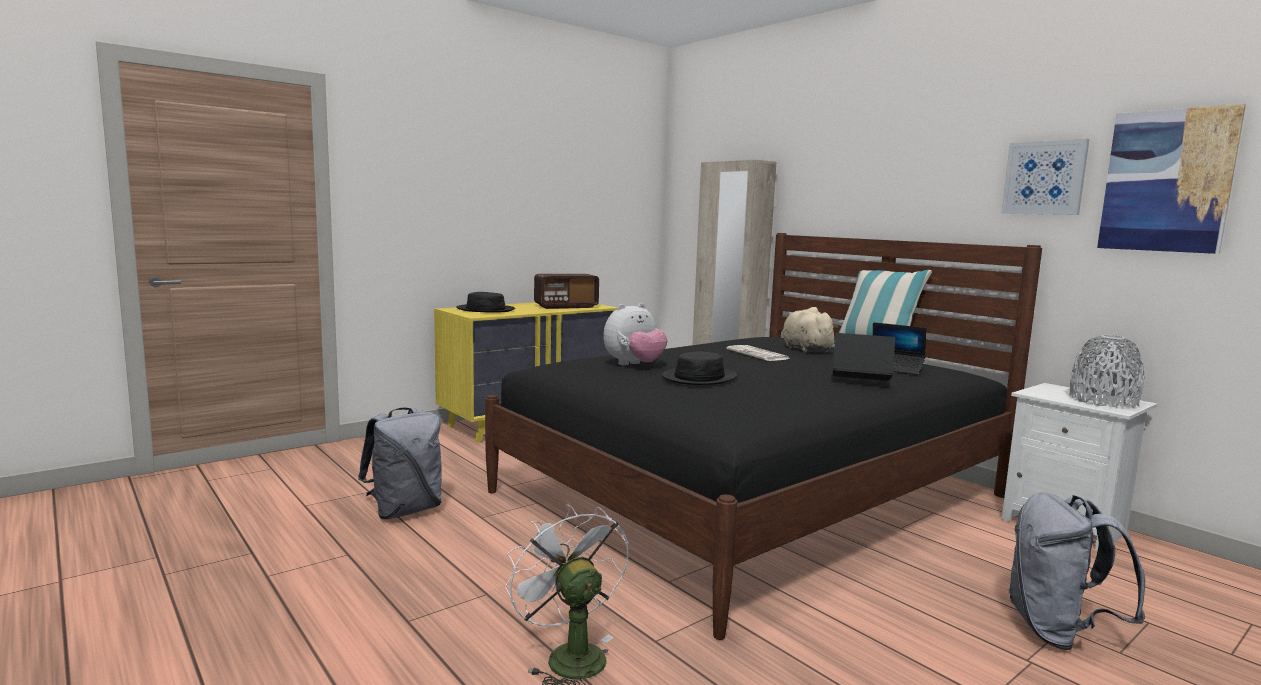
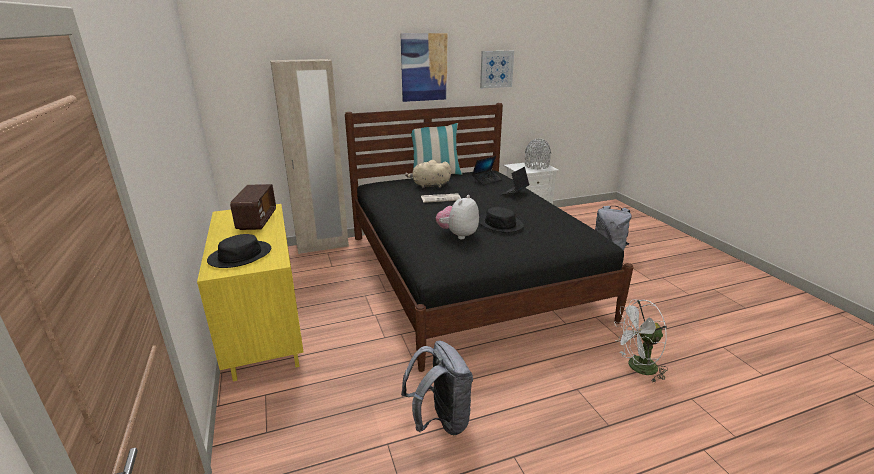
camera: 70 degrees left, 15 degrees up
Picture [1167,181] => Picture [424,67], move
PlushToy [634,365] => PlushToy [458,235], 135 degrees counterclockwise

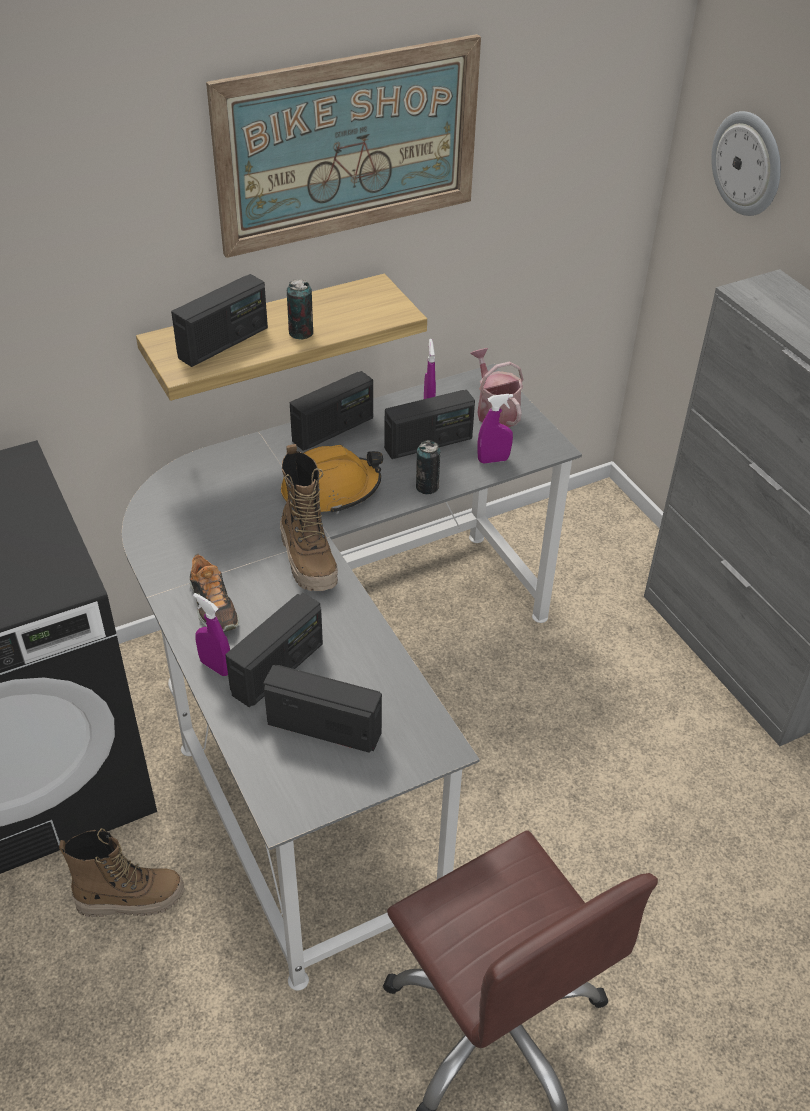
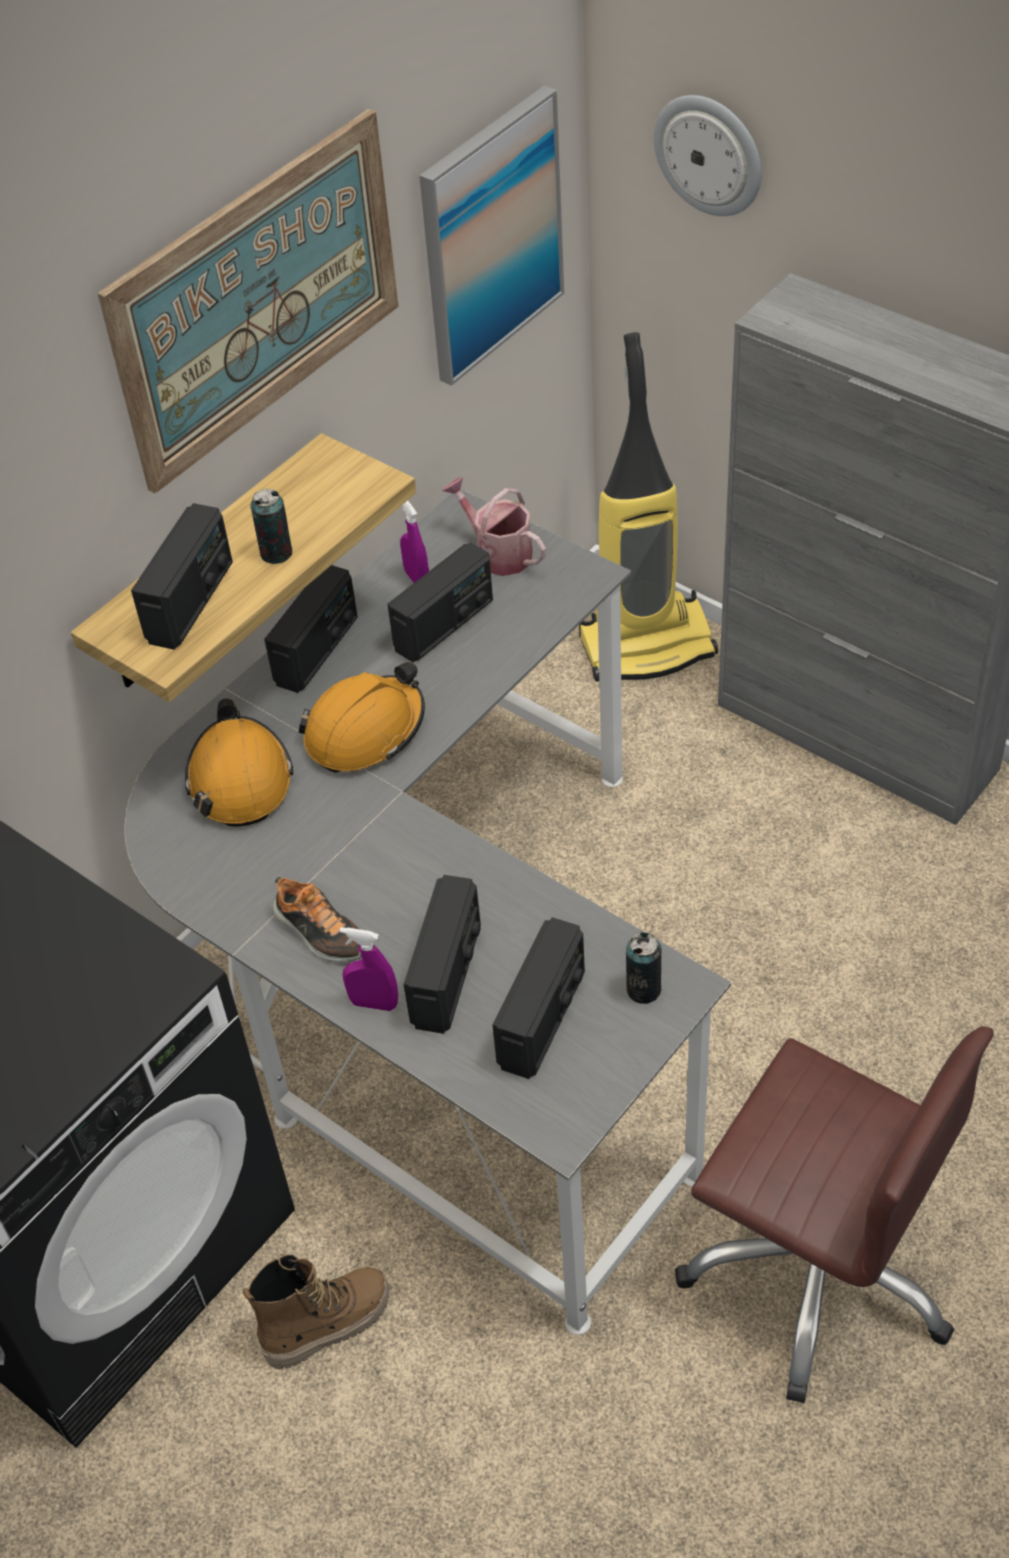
camera: 20 degrees left, 5 degrees up
nothing => OrangeHardHat [239,779]
nothing => Picture [490,236]
Radio [324,726] => Radio [542,1019], 120 degrees clockwise
nothing => VacuumCleaner [647,644]
Can [427,487] => Can [643,989], move
Boot [309,559] => nothing
PurpleSprayBottle [493,460] => nothing

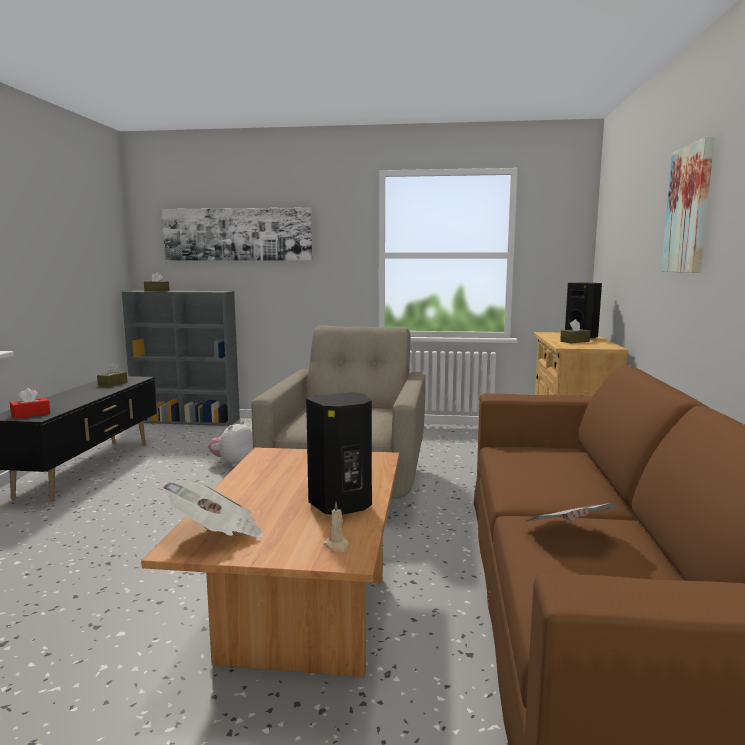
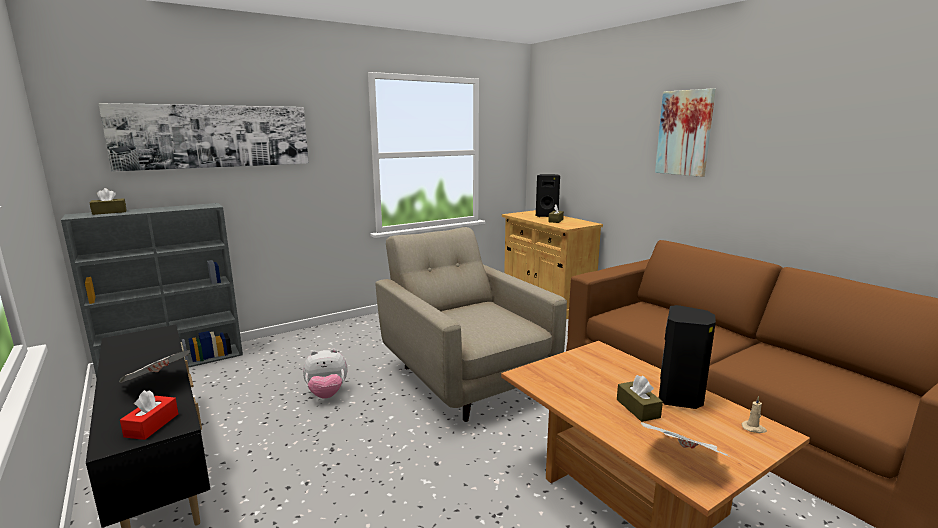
camera: 40 degrees left, 5 degrees up
Newspaper [567,535] => Newspaper [158,382], move
PlushToy [233,463] => PlushToy [327,394], 90 degrees counterclockwise
BrownTissueBox [112,384] => BrownTissueBox [638,408], move

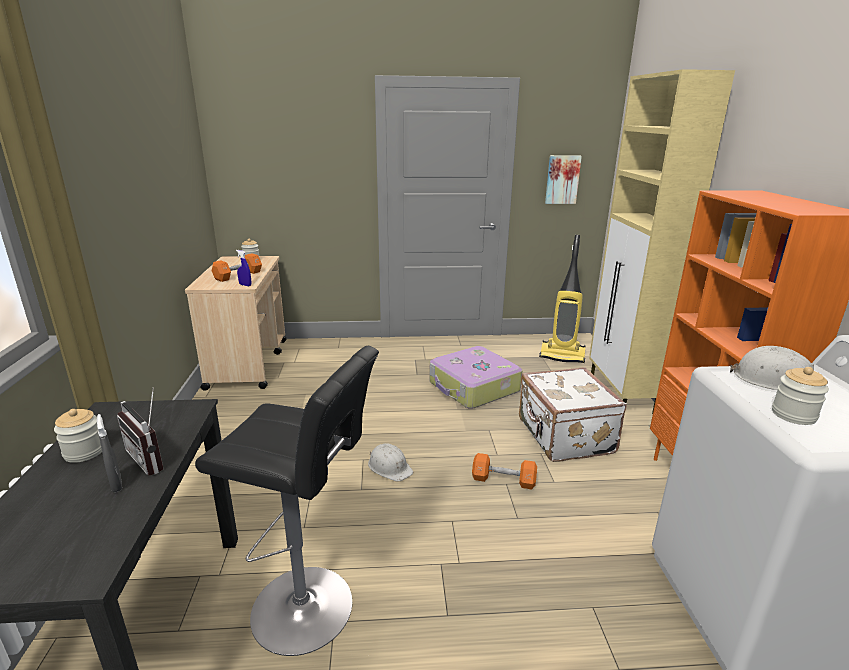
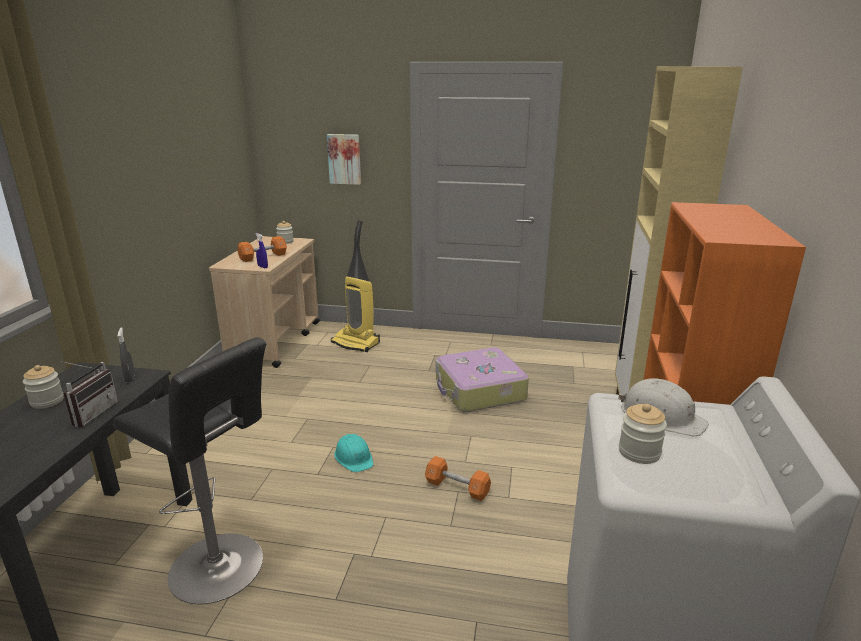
camera: 15 degrees right, 0 degrees up
Radio [153,458] => Radio [91,413], 135 degrees counterclockwise
GreySprayBottle [116,484] => GreySprayBottle [130,378], move
Picture [562,179] => Picture [344,159], move
VacuumCleaner [562,355] => VacuumCleaner [356,343], move
WhiteHardHat [389,467] => TurquoiseHardHat [354,457]
WhiteSuitcase [563,437] => nothing

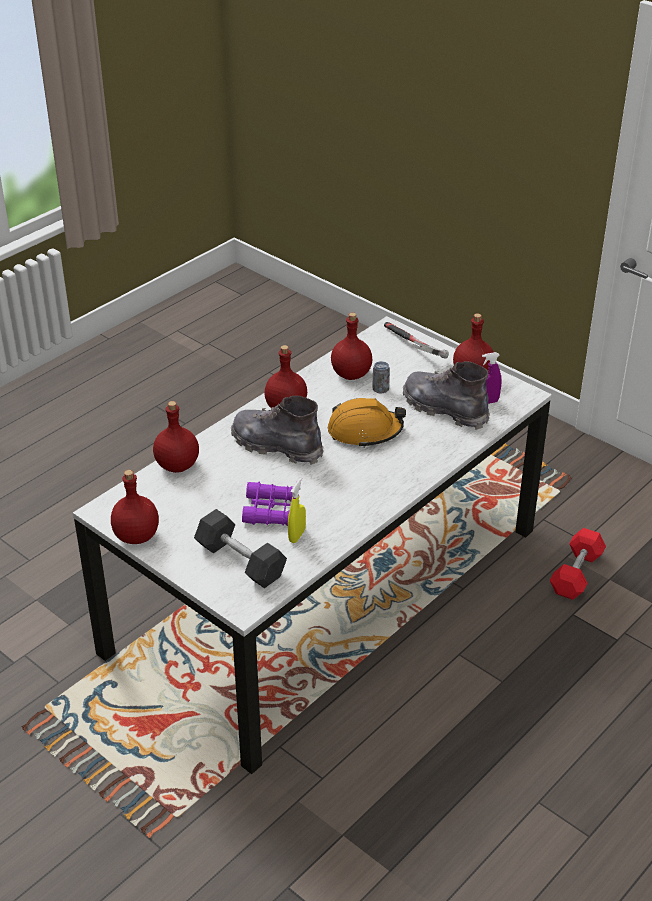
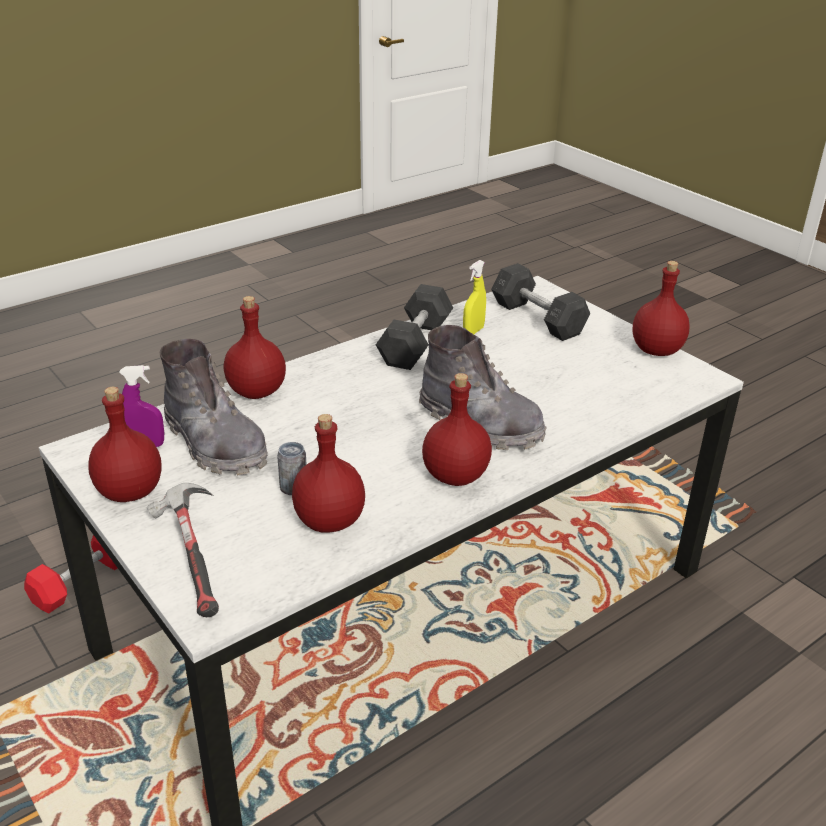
camera: 170 degrees left, 5 degrees down
RedBottle [178,466] => RedBottle [256,391], move
nothing => GreyDumbbell [415,343]
PurpleBinoculars [268,510] => nothing
OrangeHardHat [364,431] => nothing

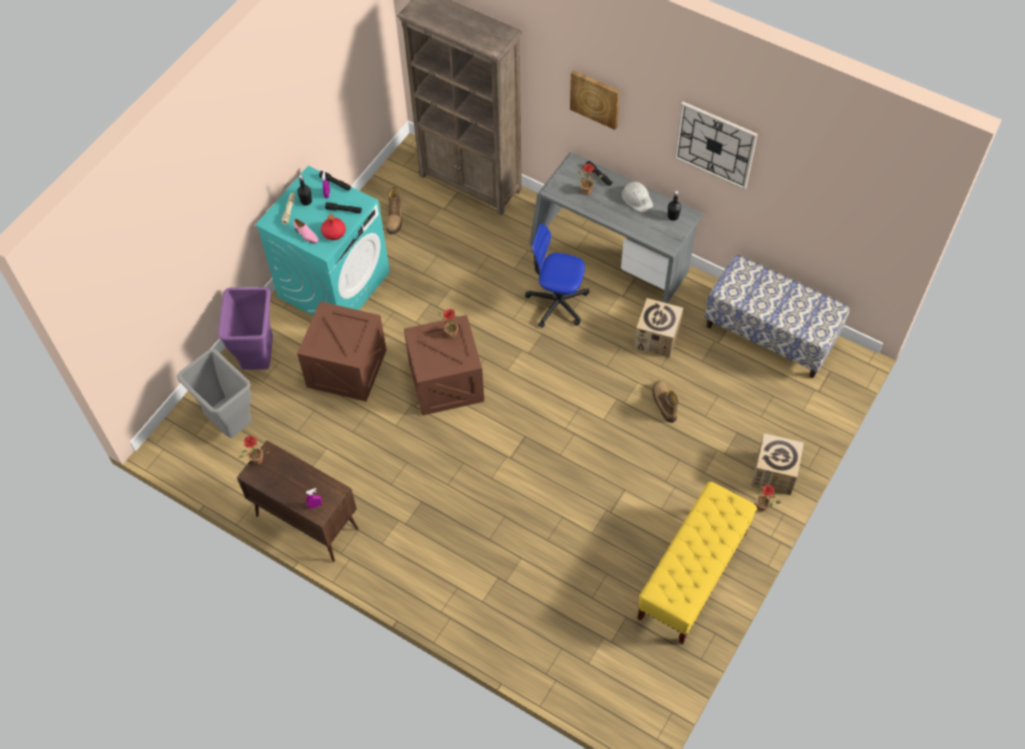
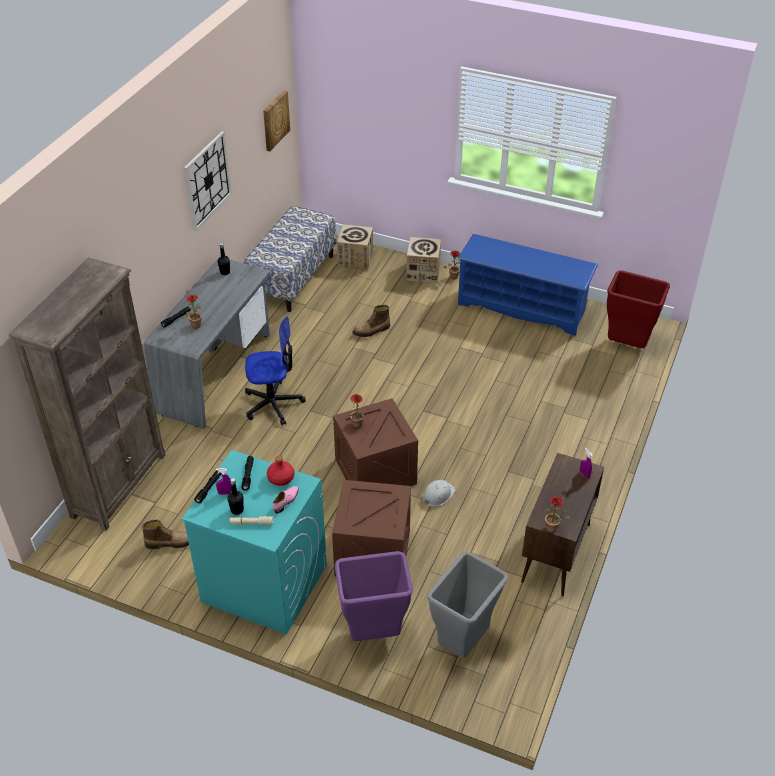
camera: 100 degrees left, 15 degrees down
OfficeChair [557,303] => OfficeChair [273,404], 105 degrees counterclockwise
Picture [595,98] => Picture [275,120], move
CardboardBox [657,338] => CardboardBox [355,259], move
WhiteHardHat [637,198] => WhiteHardHat [438,495], move
YellowBench [692,575] => BlueShoeRack [522,307]
nothing => RedTrashCan [627,345]

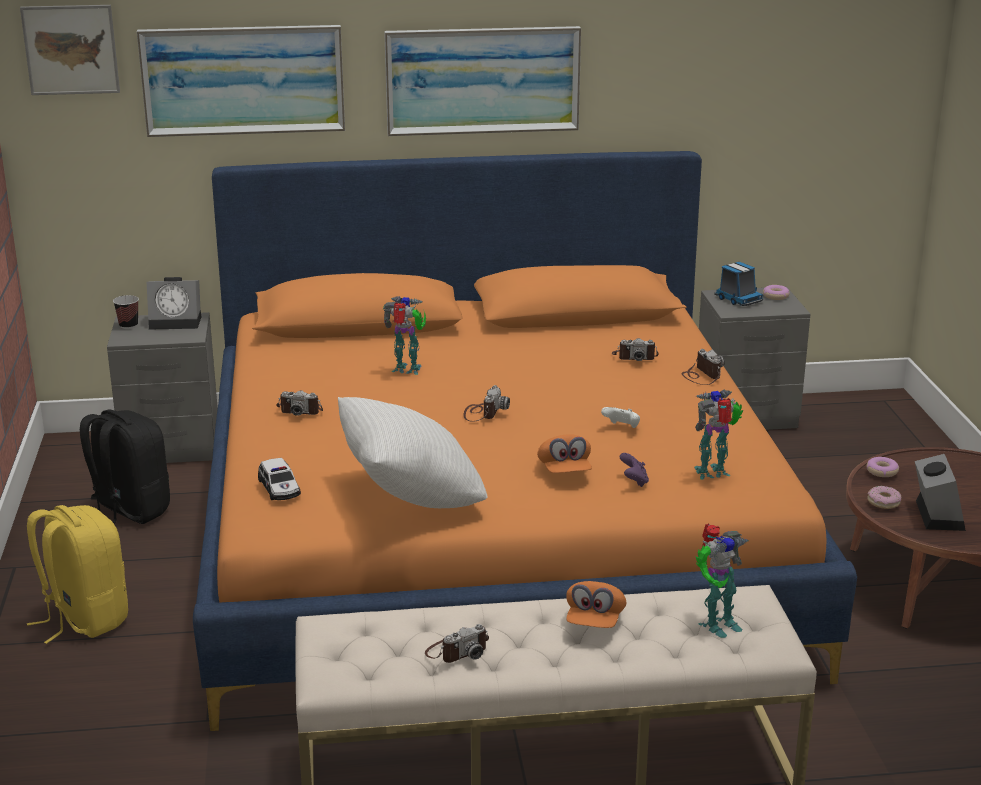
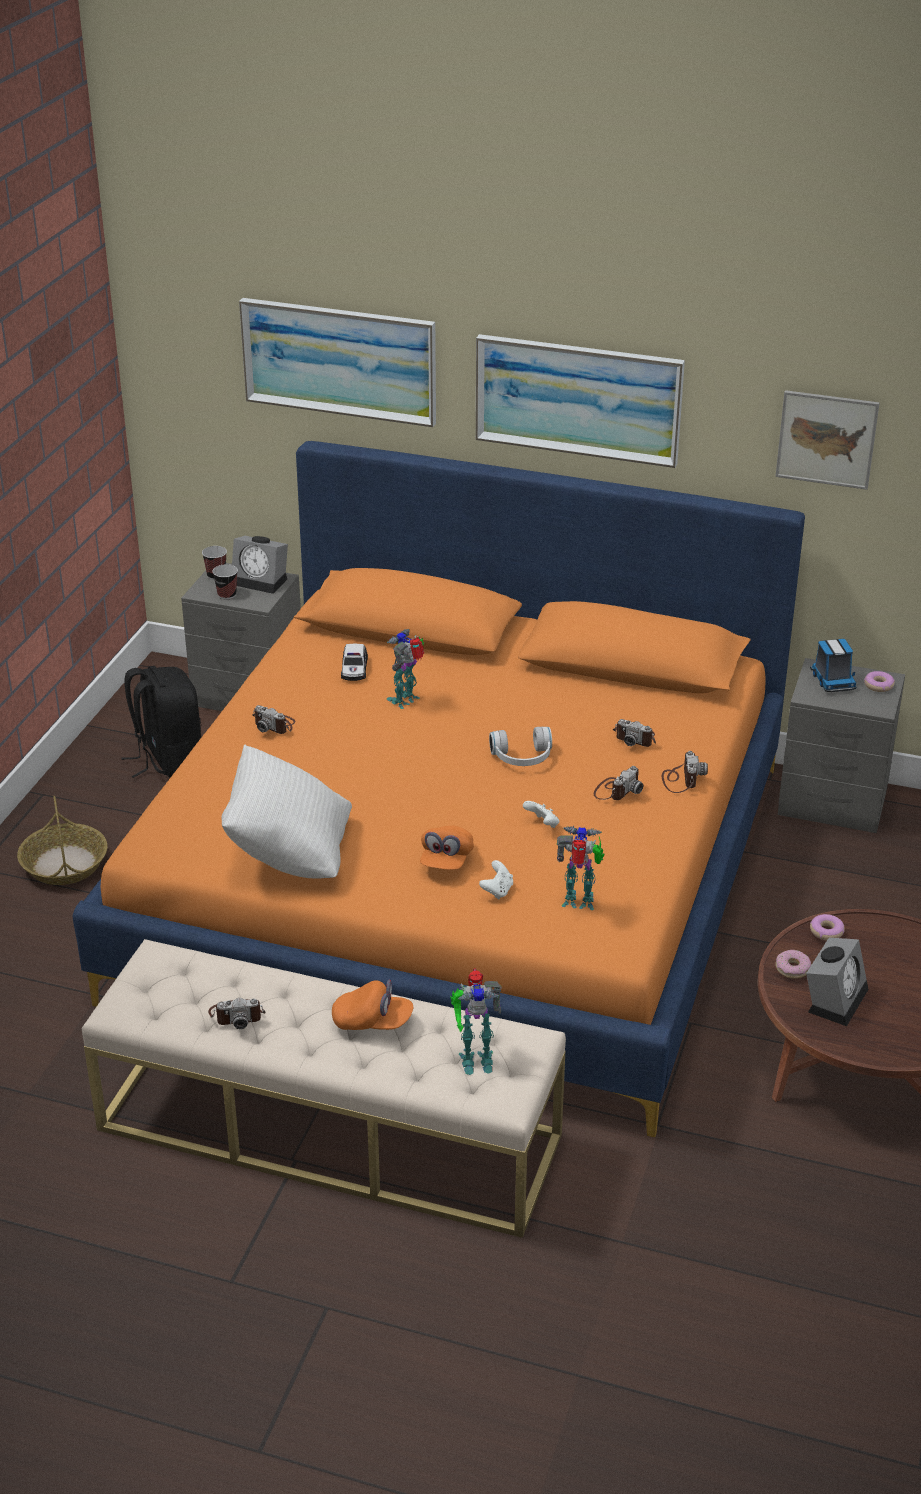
camera: 25 degrees right, 10 degrees up
YellowBackpack [84,619] => Basket [64,864]
nothing => Cup [227,595]
OrangeCap [594,621] => OrangeCap [372,1022], 120 degrees counterclockwise
ToyCar [279,488] => ToyCar [354,669], move
ToyRobot [408,370] => ToyRobot [406,700], 90 degrees counterclockwise
PurpleGameController [634,481] => WhiteGameController [497,891]
nothing => WhiteHeadphones [522,758]
PhotoCamera [483,412] => PhotoCamera [616,790], move
Picture [71,49] => Picture [826,439], move

